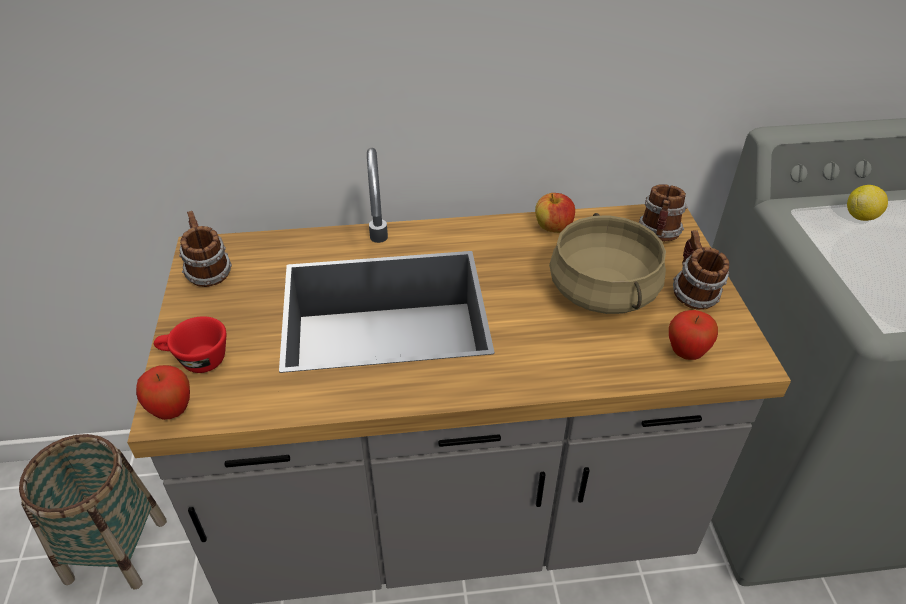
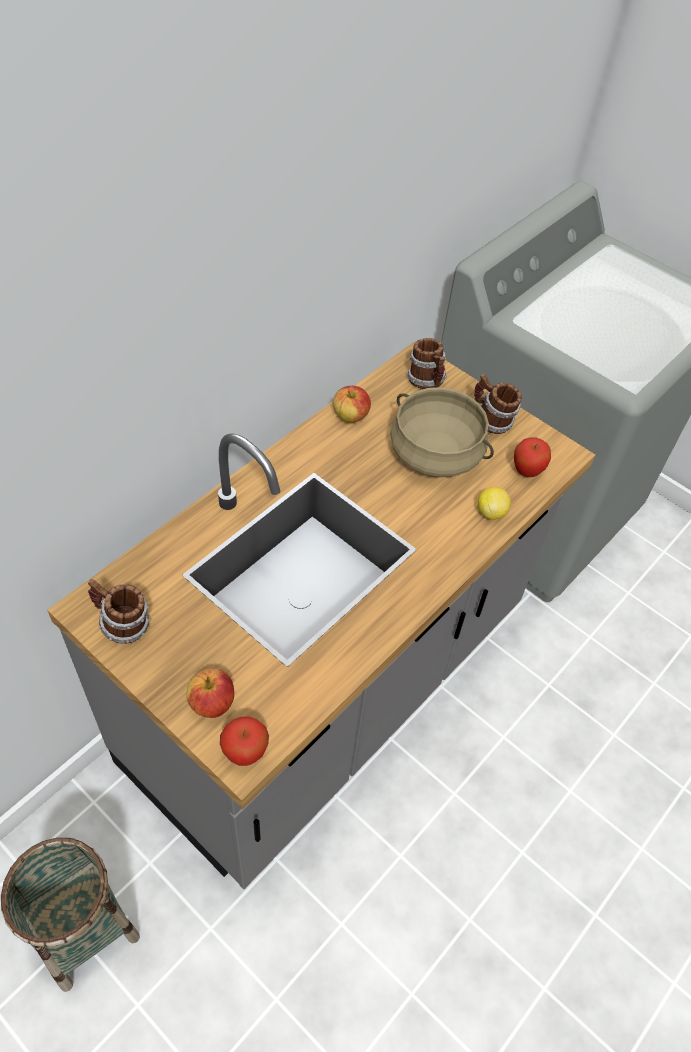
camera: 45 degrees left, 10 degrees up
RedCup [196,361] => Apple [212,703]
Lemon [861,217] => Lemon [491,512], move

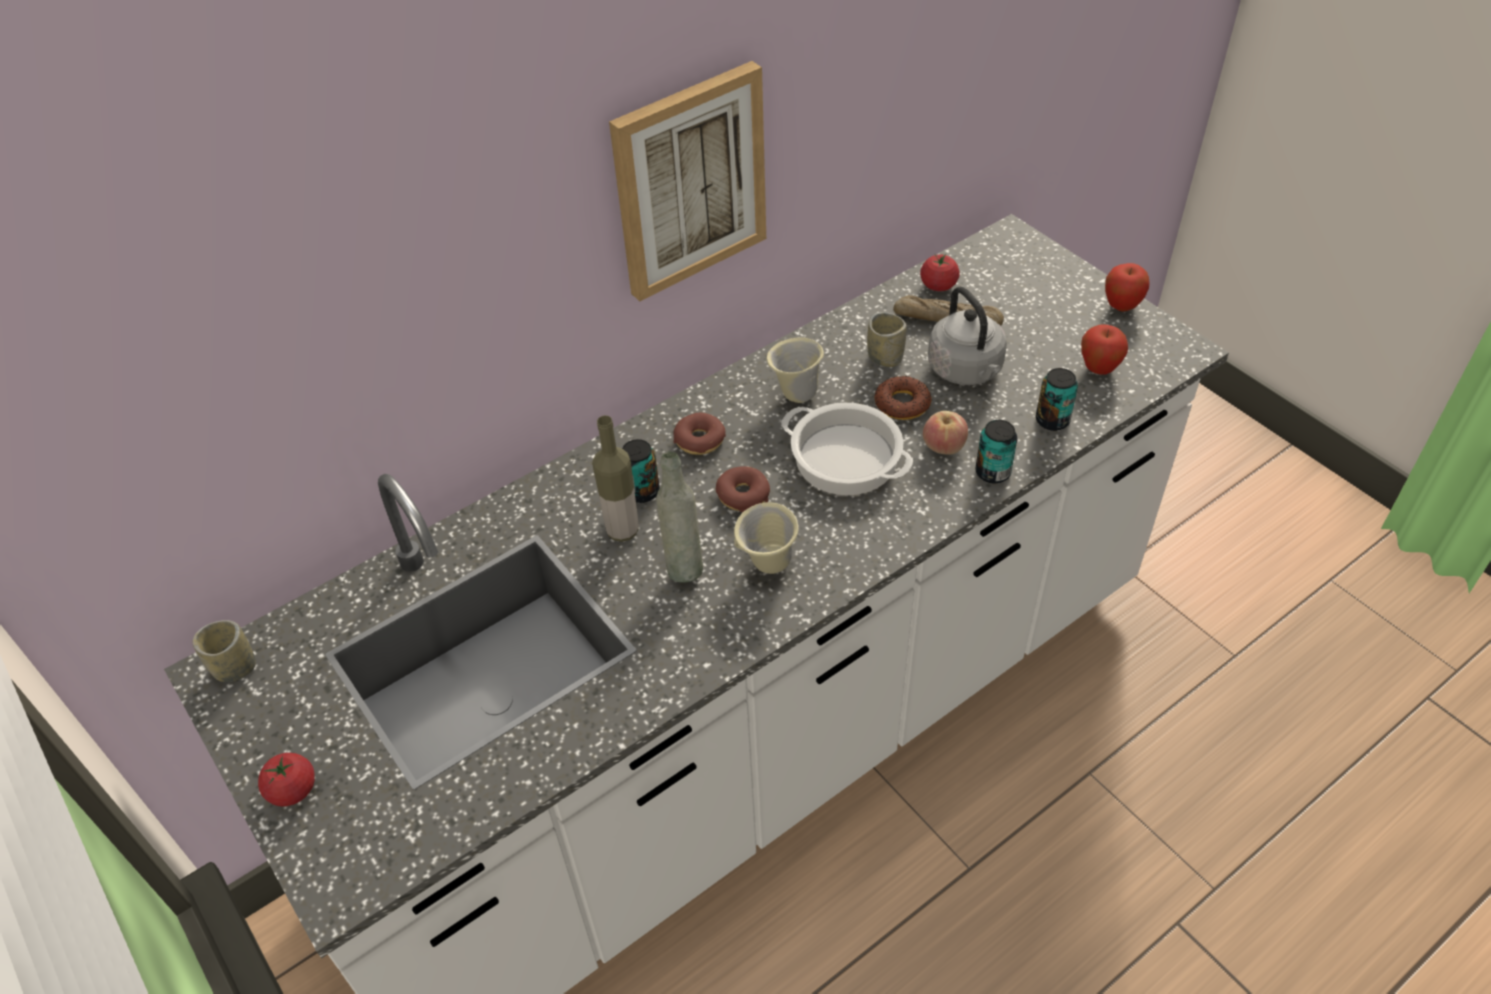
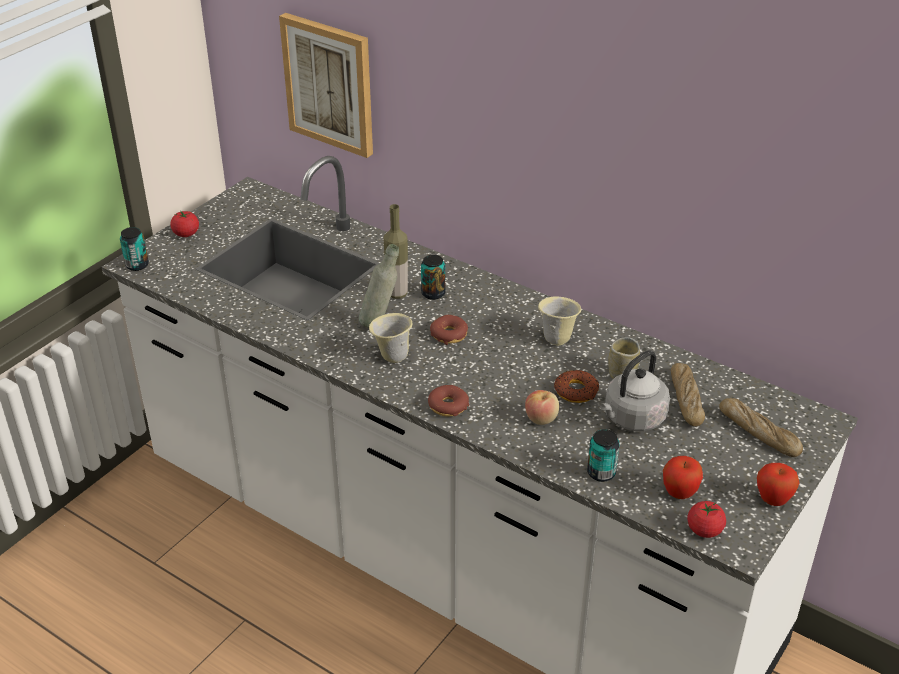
camera: 70 degrees right, 10 degrees down
Can [992,472] => Can [137,265], move
Picture [689,181] => Picture [329,84], move
Donut [699,440] => Donut [448,406], move
Tomato [938,285] => Tomato [704,530], move
nothing => Bread [758,433]
Cup [235,667] => nothing
CookingPot [847,457] => nothing

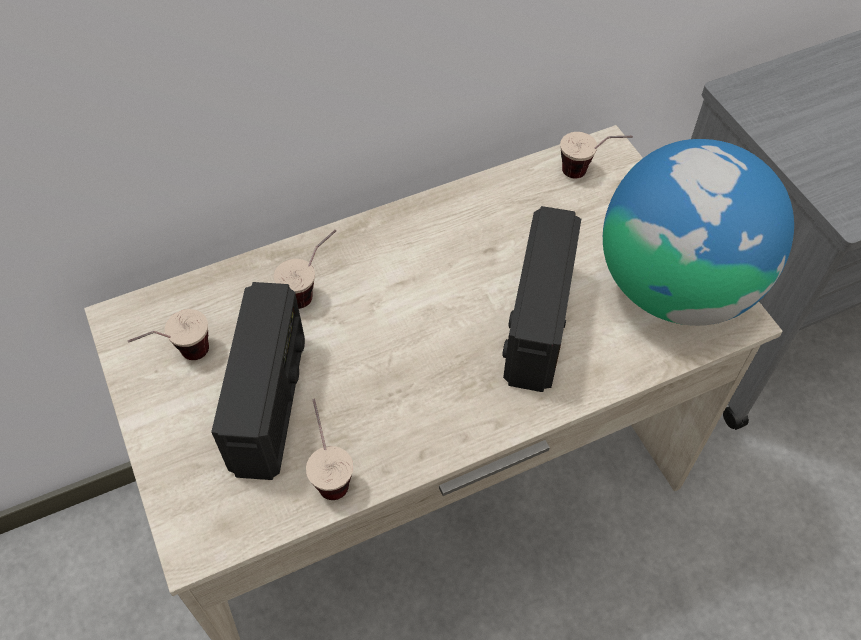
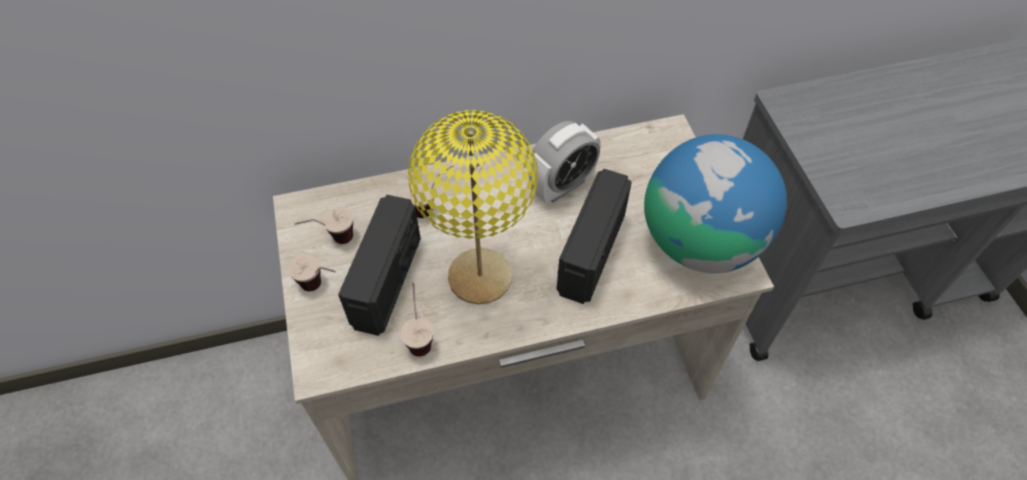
camera: 10 degrees right, 0 degrees up
Cup [588,173] => Cup [321,287], move
nothing => YellowTableLamp [481,277]
nothing => AlarmClock [562,185]

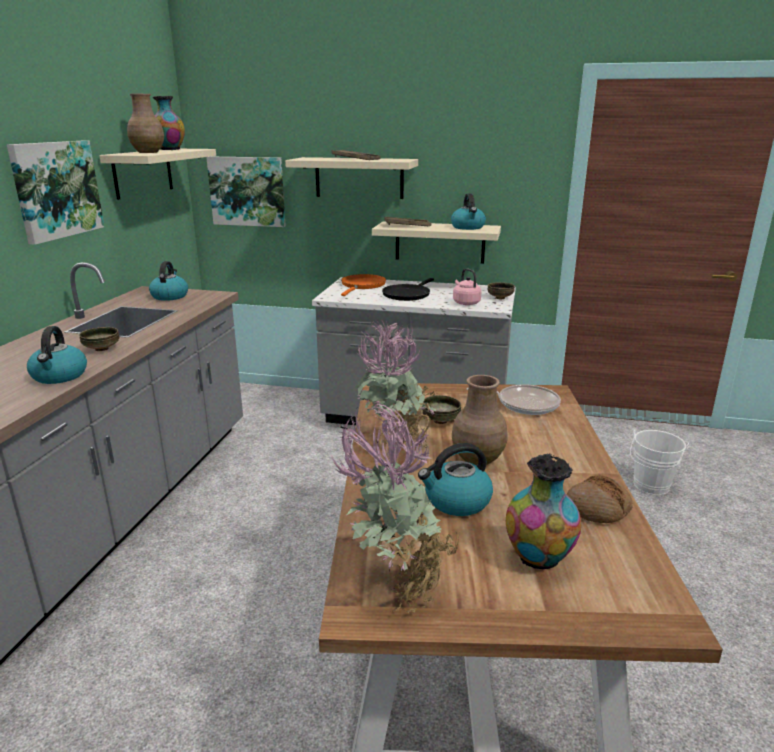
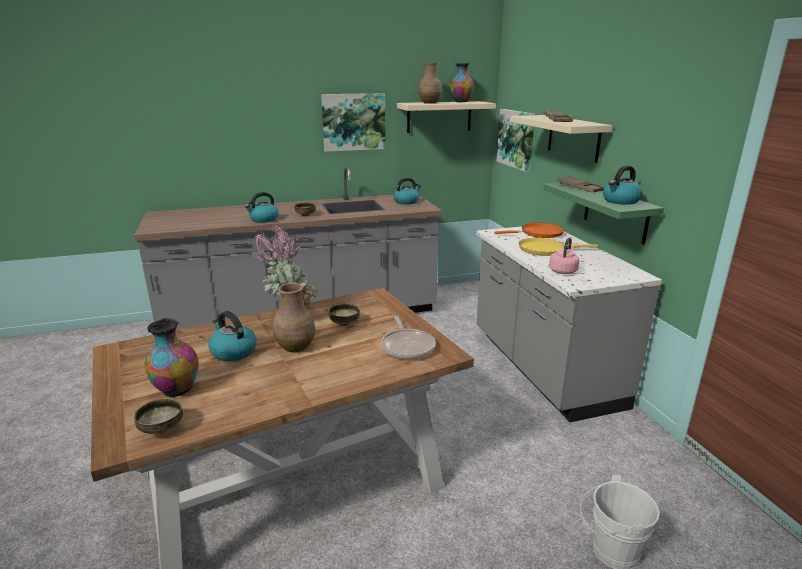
camera: 60 degrees right, 0 degrees up
Bowl [500,298] => Bowl [161,429], move
BlackFryingPan [407,294] => YellowFryingPan [545,249]
BeigeShelf [440,242] => GreenShelf [615,212]
PottedPlant [396,586] => nothing
Bread [597,508] => nothing

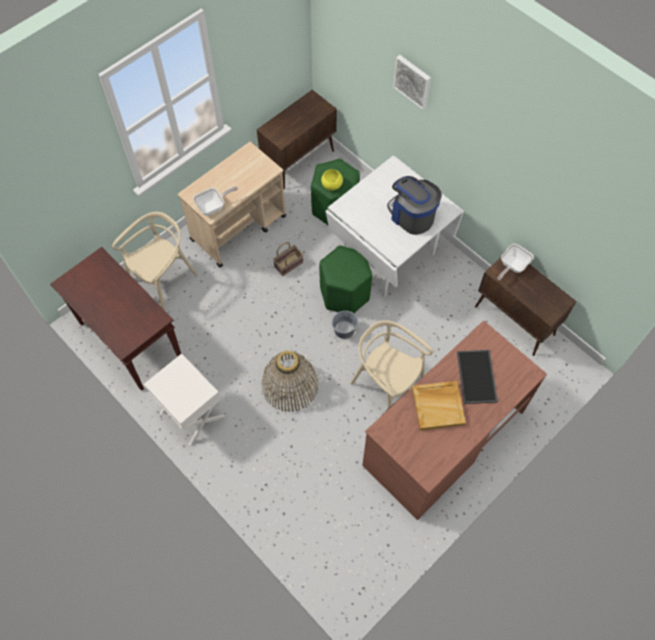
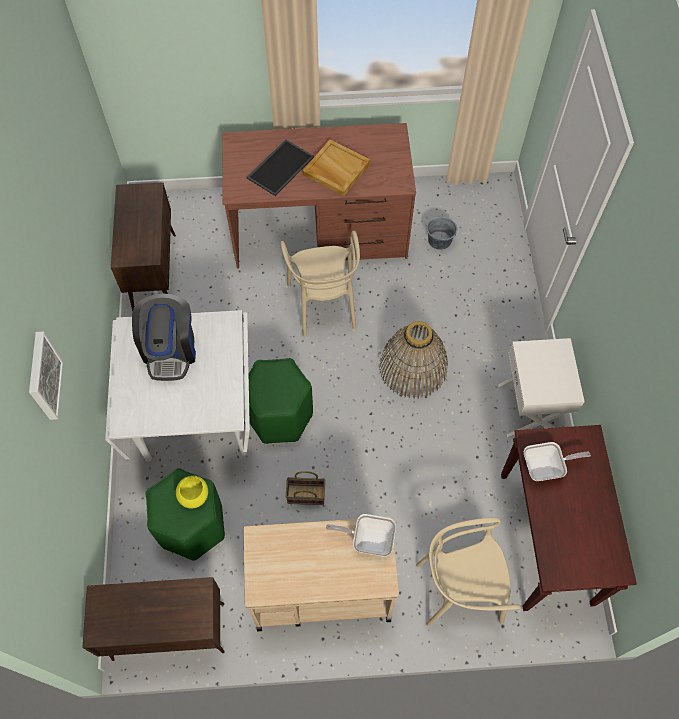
camera: 140 degrees left, 0 degrees up
GreyBucket [344,330] => GreyBucket [439,240], move
FryingPan [512,266] => FryingPan [546,467], move

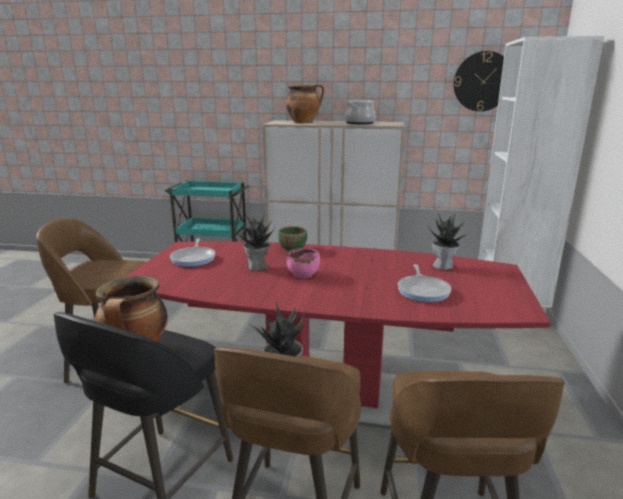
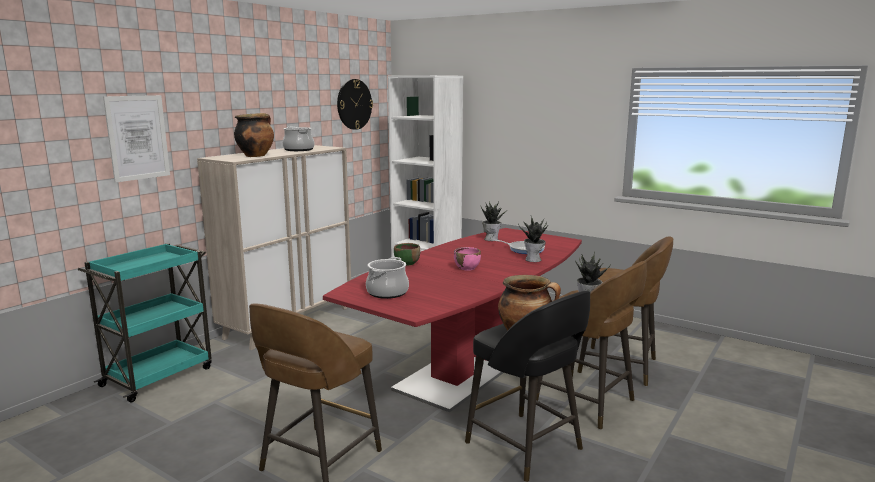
camera: 65 degrees left, 5 degrees down
nothing => Picture [137,137]
FryingPan [194,258] => CookingPot [387,292]
PottedPlant [257,267] => PottedPlant [534,260], move

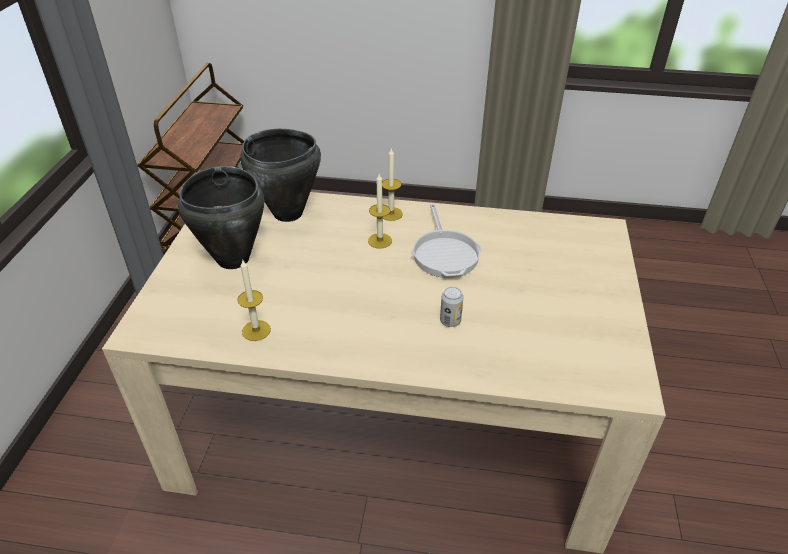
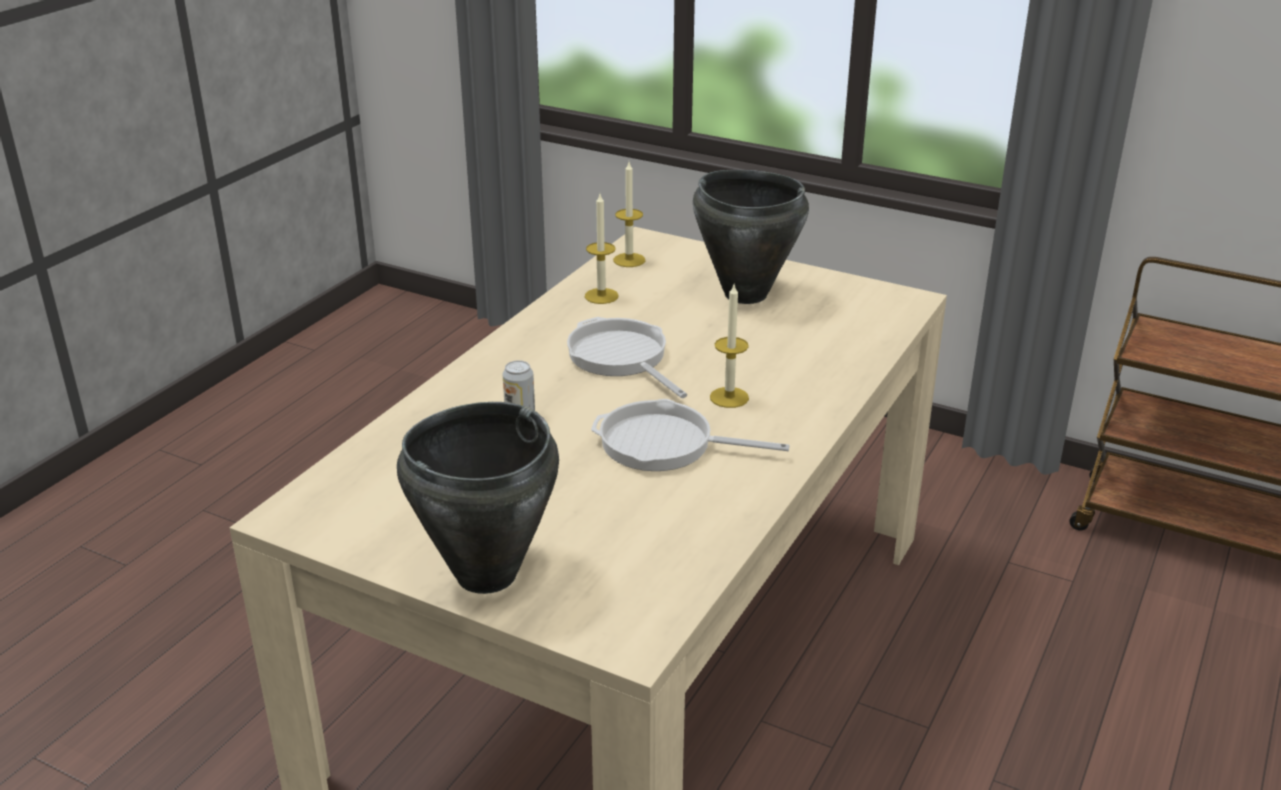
camera: 110 degrees right, 10 degrees down
BlackCookingPot [288,214] => BlackCookingPot [485,574], move
nothing => FryingPan [620,357]
Candle [391,214] => Candle [629,260], move

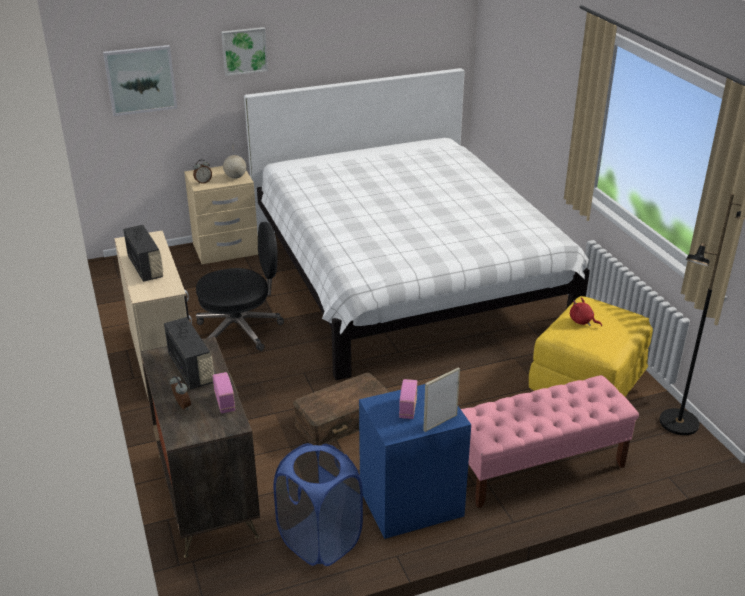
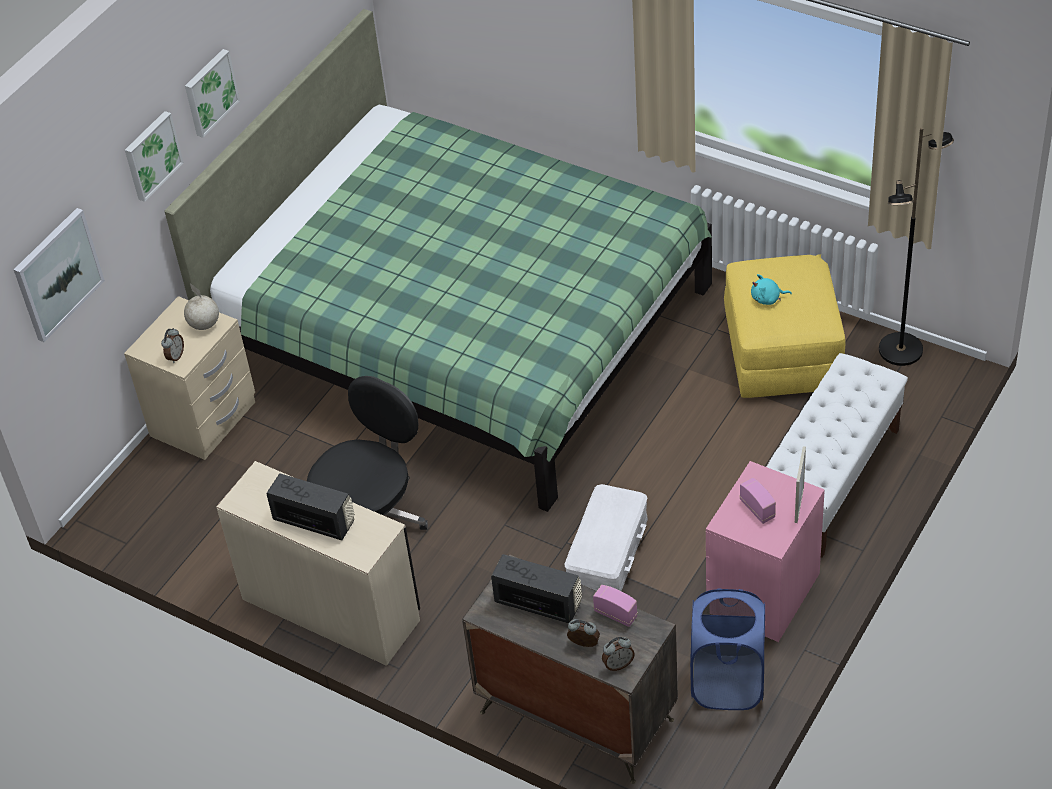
camera: 35 degrees left, 15 degrees up
WhiteBed [404,276] => GreenBed [463,330]
nothing => Picture [209,92]
BrownStorageBox [342,420] => WhiteStorageBox [606,552]
nothing => AlarmClock [618,664]
BlueNightstand [410,502] => PinkNightstand [762,592]
RedPlushToy [582,321] => TurquoisePlushToy [767,298]
PinkBench [537,467] => WhiteBench [830,481]

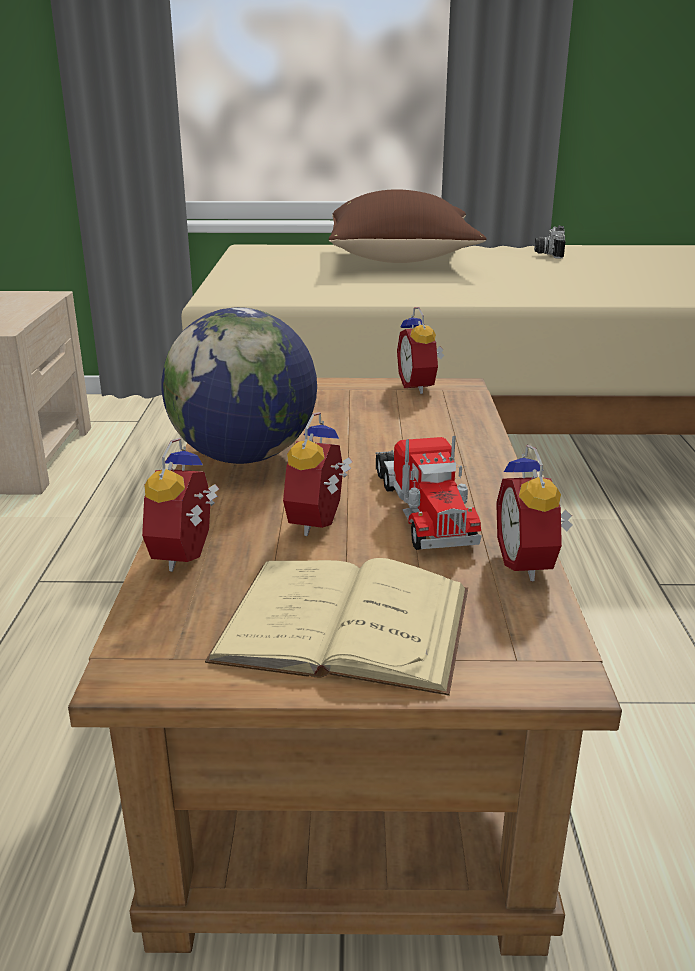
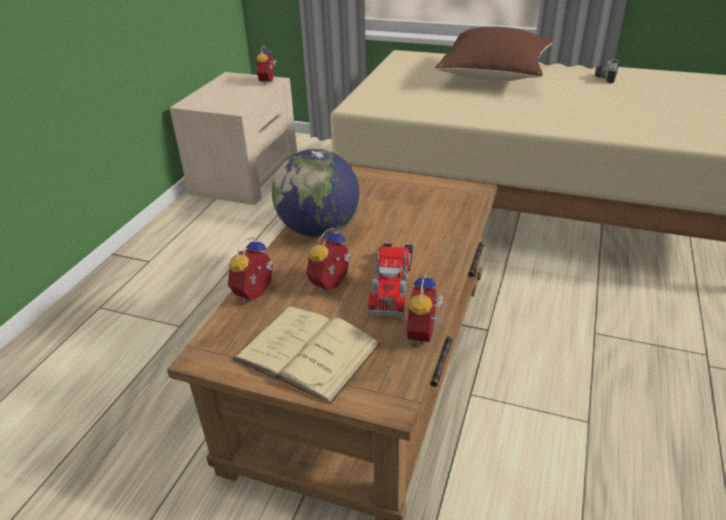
camera: 20 degrees right, 10 degrees up
AlarmClock [420,387] => AlarmClock [269,81], move

